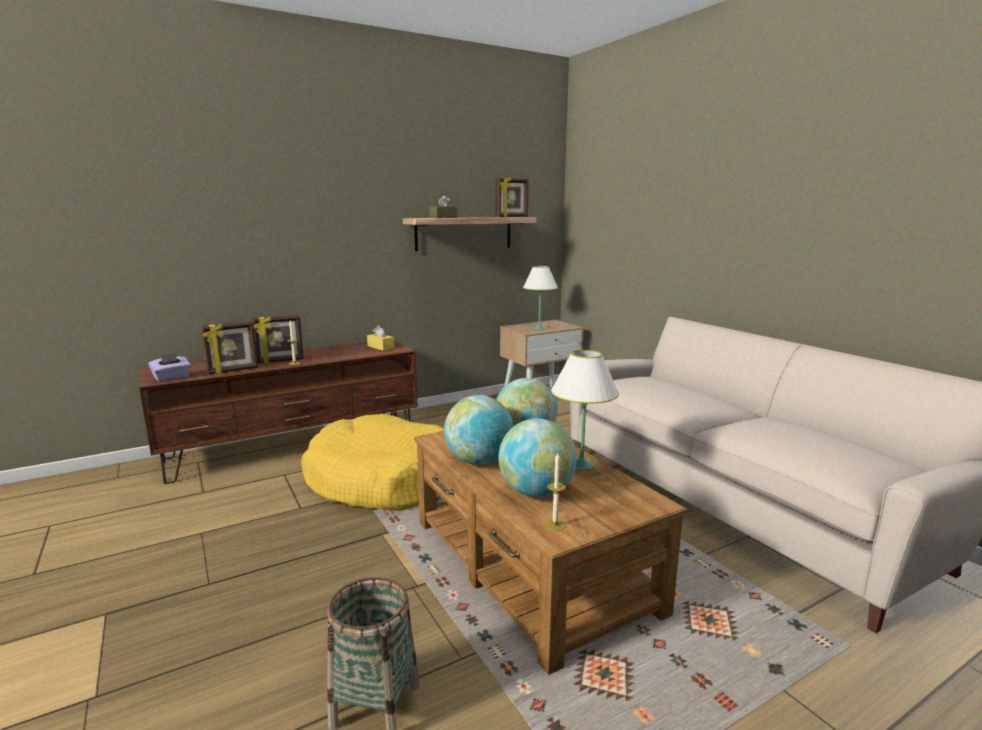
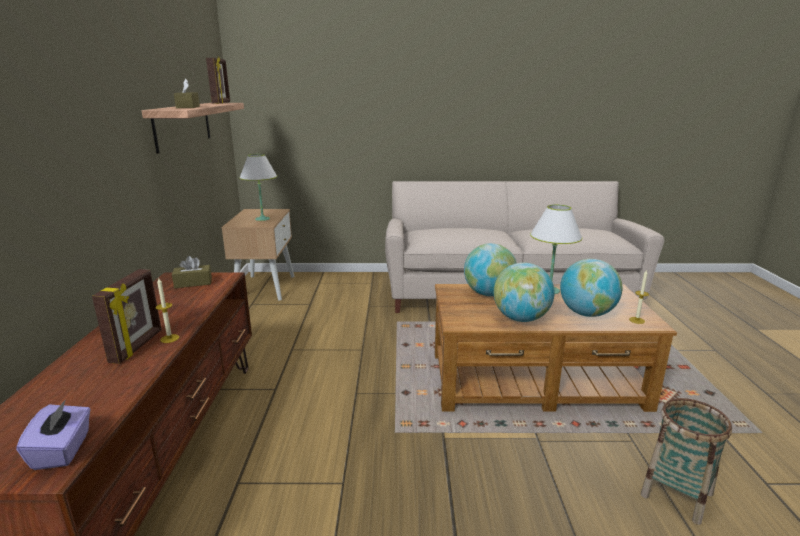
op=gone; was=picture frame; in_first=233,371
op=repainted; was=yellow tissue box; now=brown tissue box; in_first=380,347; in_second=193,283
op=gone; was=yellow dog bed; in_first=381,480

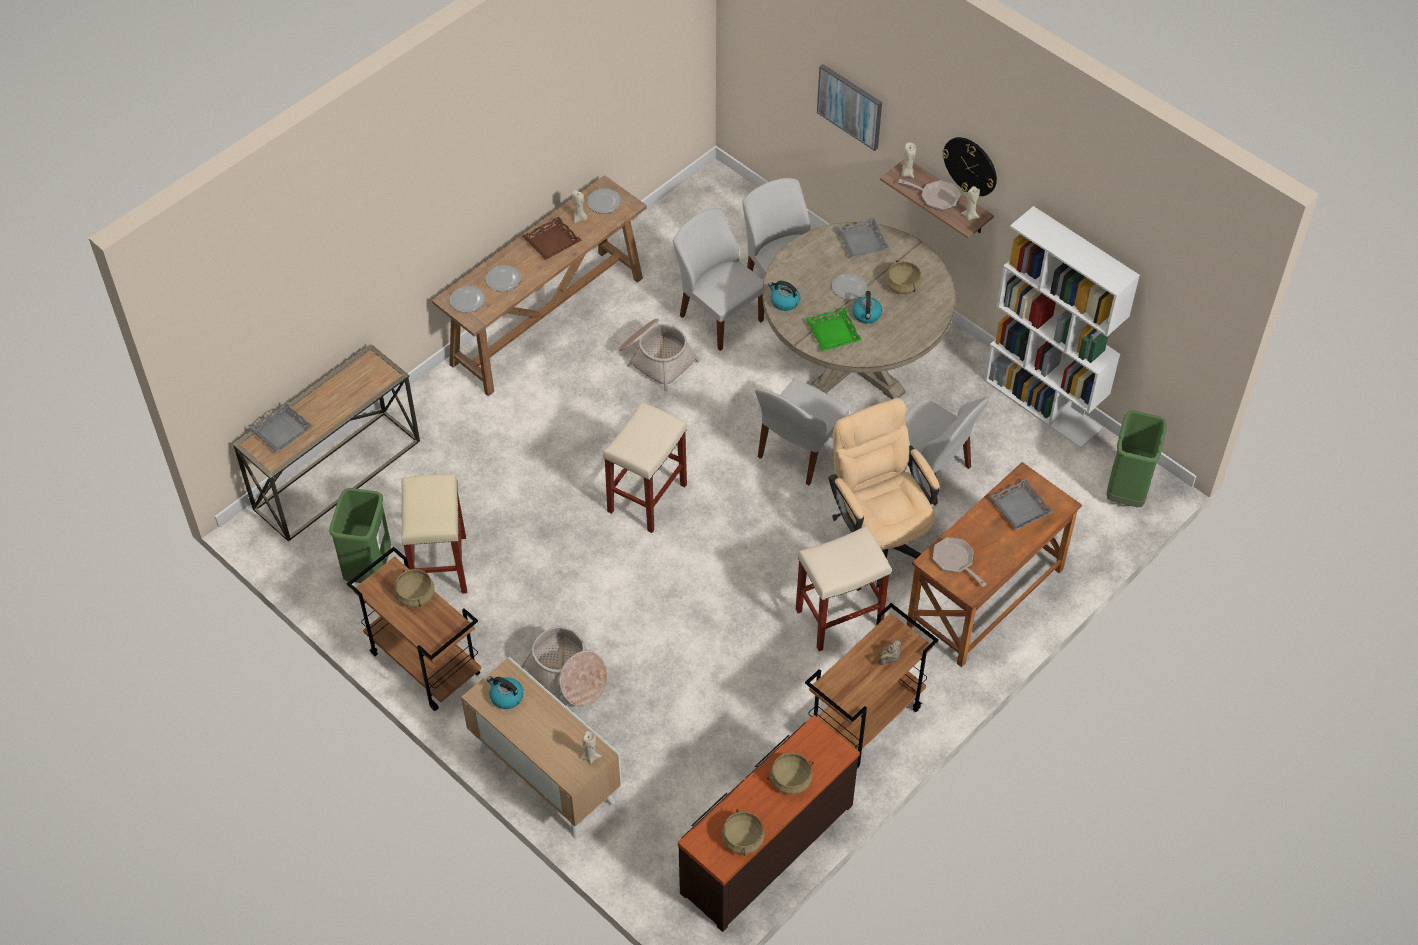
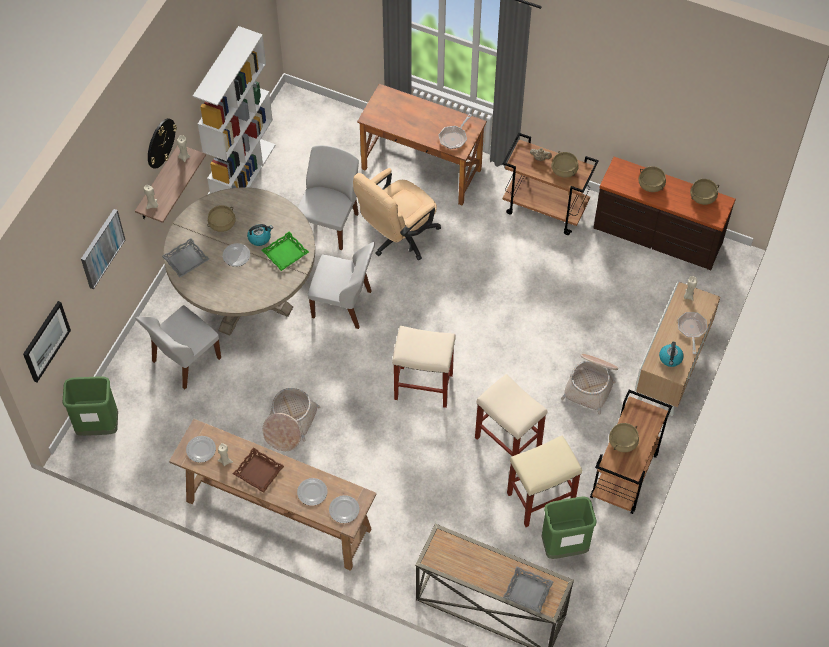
op=shifted; was=frying pan; in_first=936,197; in_second=691,329
op=gone; was=white chair; in_first=720,317
op=gone; was=kettle; in_first=784,301
op=shifted; was=green trash can; in_first=1126,492; in_second=98,426
op=gone; was=grey tray; in_first=1019,507
op=shifted; was=beige stool; in_first=838,619; in_second=509,442
op=new; now=beige cooking pot; in_second=564,170
op=new; now=picture; in_second=45,341

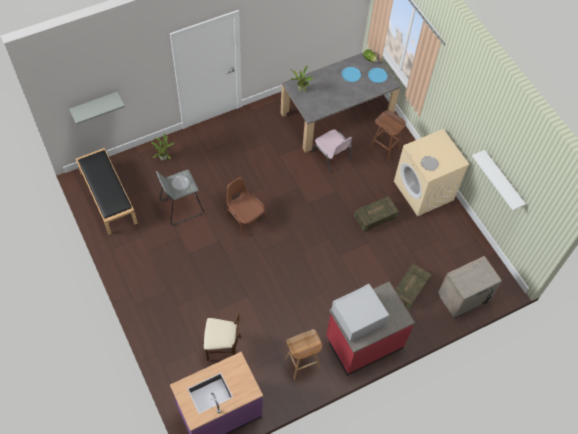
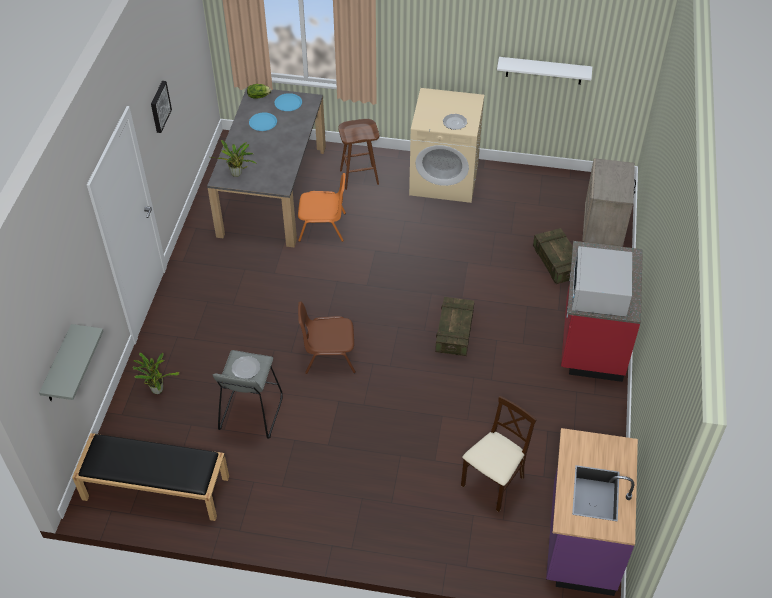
op=repainted; was=pink chair; now=orange chair; in_first=331,156; in_second=323,227
op=shifted; was=crate; in_first=375,217; in_second=454,333
op=gone; was=brown stool; in_first=302,364
op=new; now=picture; in_second=159,106

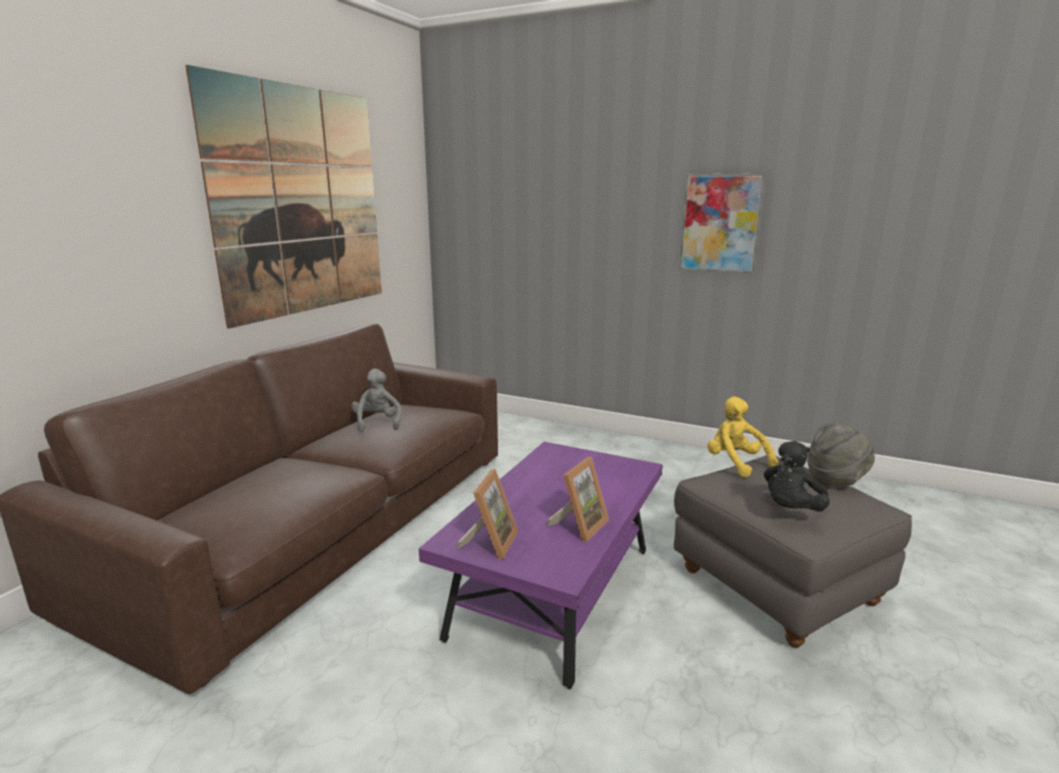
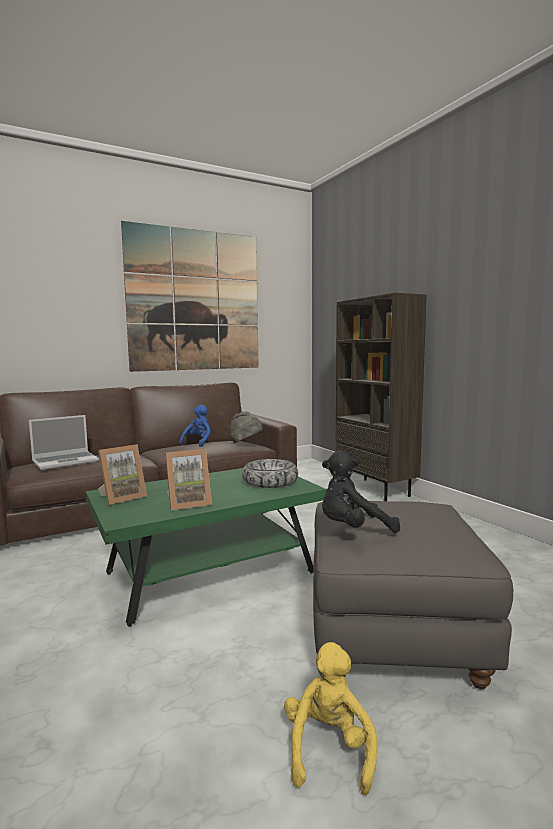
op=gone; was=picture; in_first=720,223
op=repainted; was=grey plush toy; now=blue plush toy; in_first=377,423; in_second=198,443
op=shifted; was=yellow plush toy; in_first=736,463; in_second=328,749
op=shifted; was=grey hat; in_first=836,479; in_second=246,443
op=repainted; was=purple coffee table; now=green coffee table; in_first=554,593; in_second=209,574
op=new; now=brown bookcase; in_second=376,490
op=new; now=laptop; in_second=66,461
op=new; now=bowl; in_second=270,481

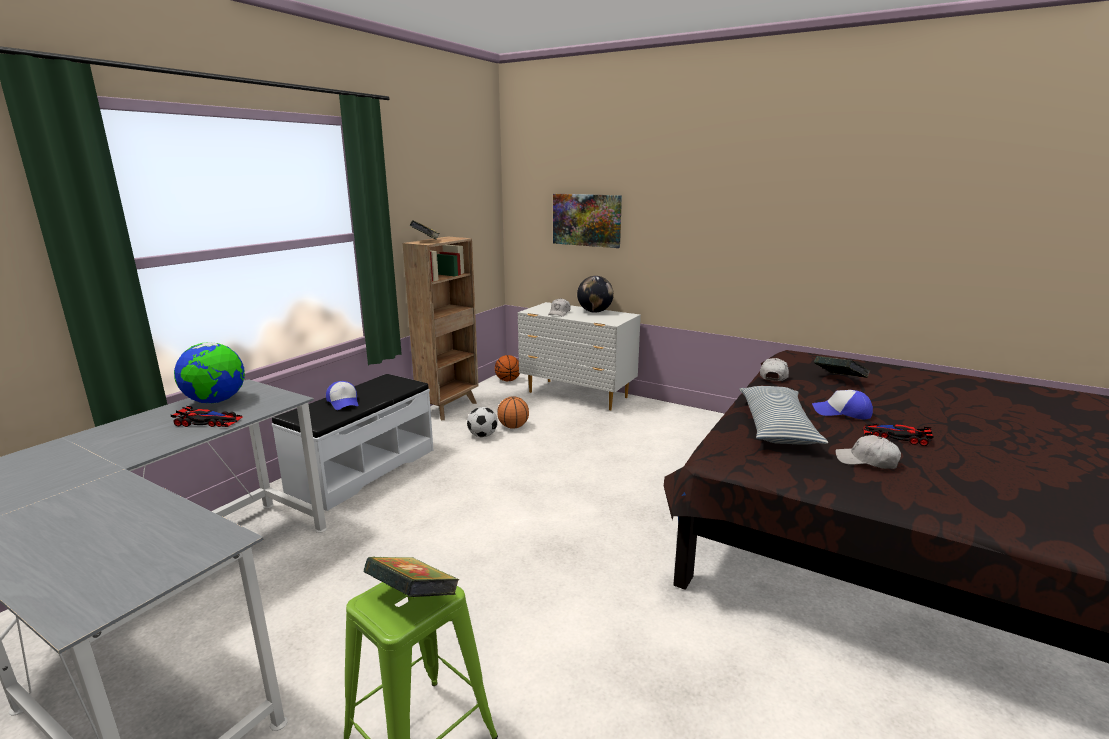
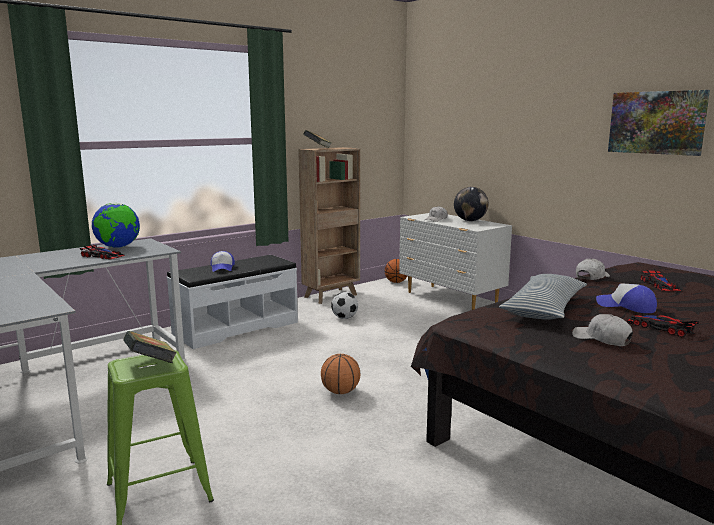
op=shifted; was=picture; in_first=587,220; in_second=656,122
op=swapped; was=book; now=toy car; in_first=839,380; in_second=660,285
op=shifted; was=basketball; in_first=513,427; in_second=340,392

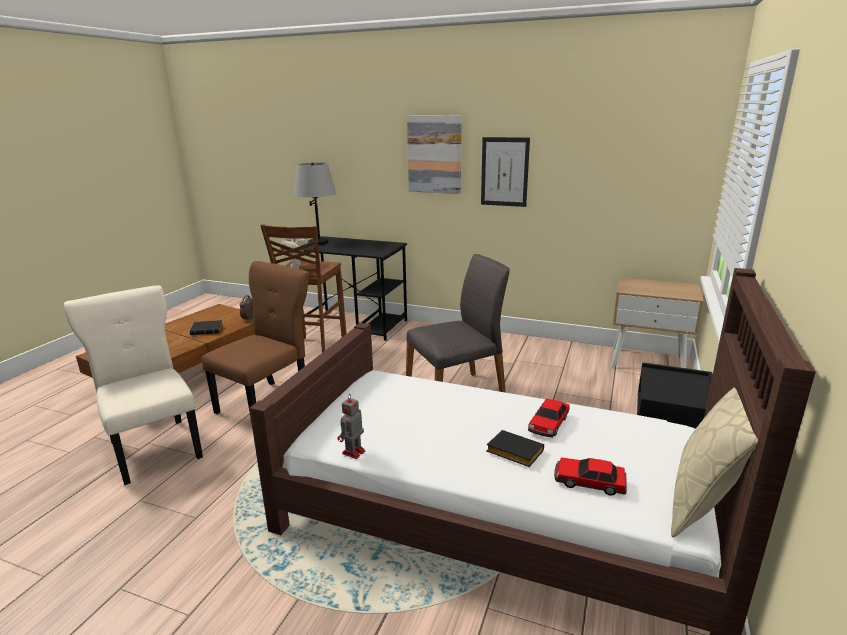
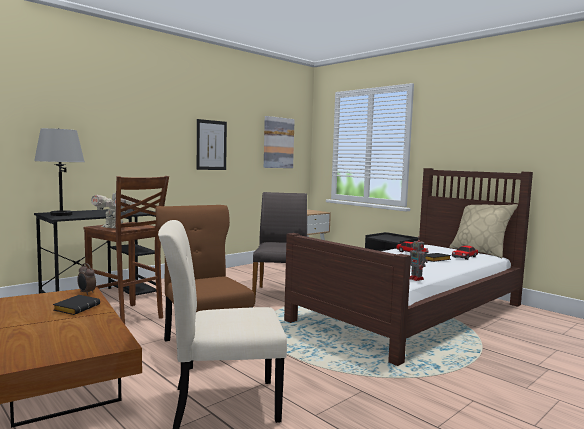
op=shifted; was=picture; in_first=434,154; in_second=278,143

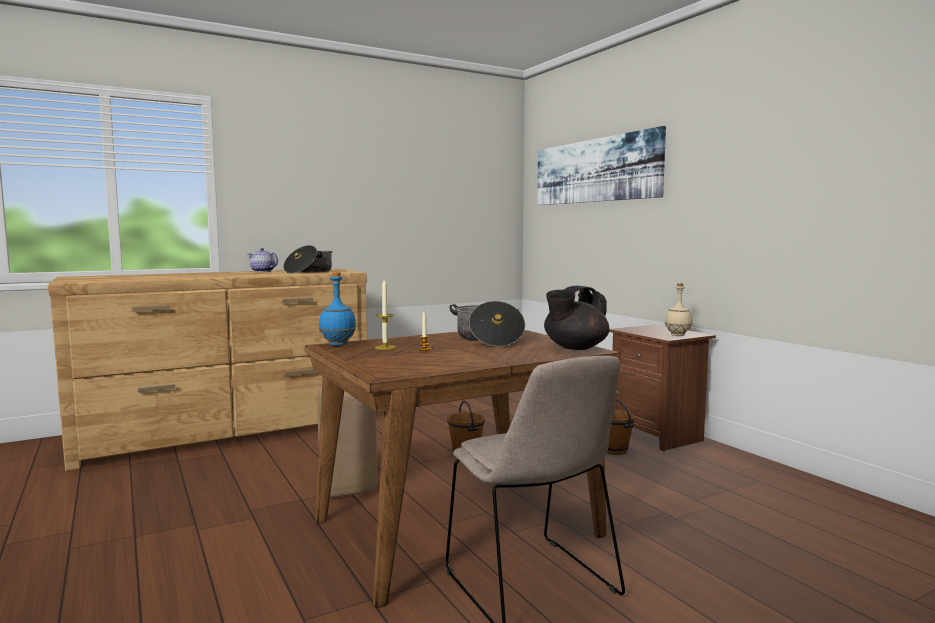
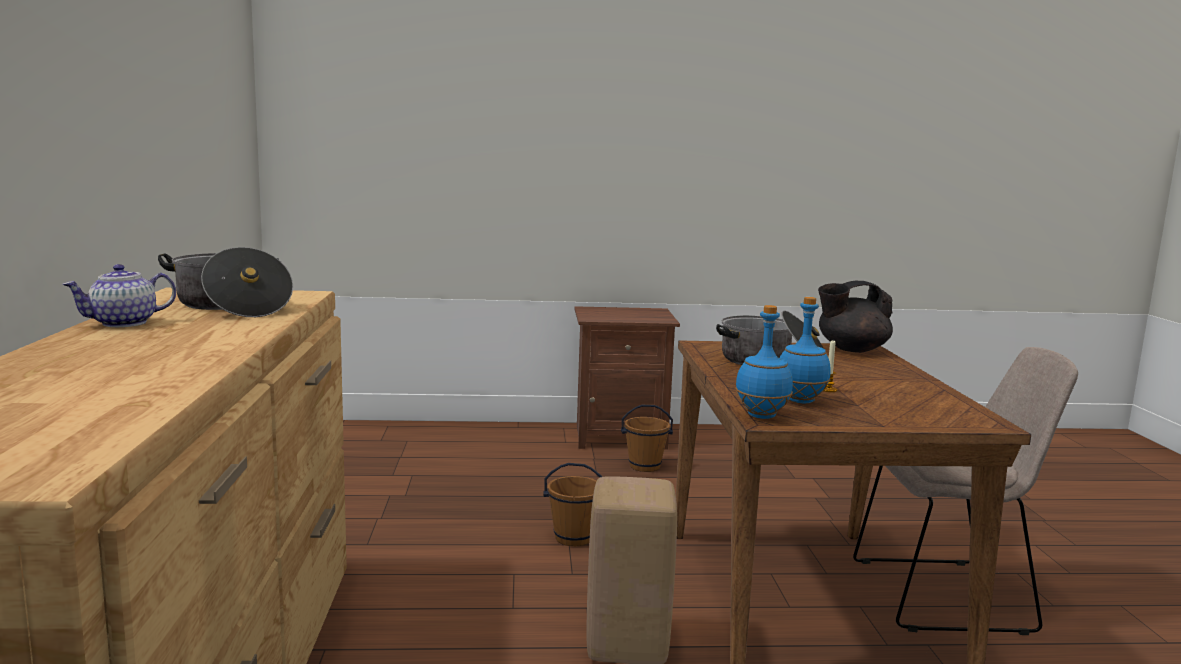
op=gone; was=picture; in_first=594,170
op=swapped; was=candle; now=blue bottle; in_first=385,347; in_second=801,400
op=gone; was=beige bottle; in_first=678,335
op=rotated; was=black teapot; in_first=574,348; in_second=851,349; clockwise=90

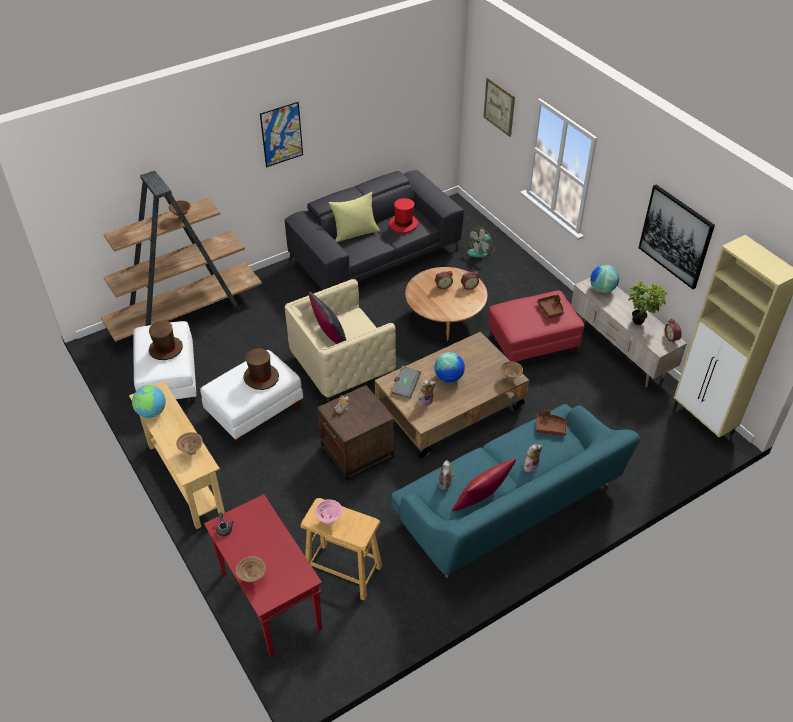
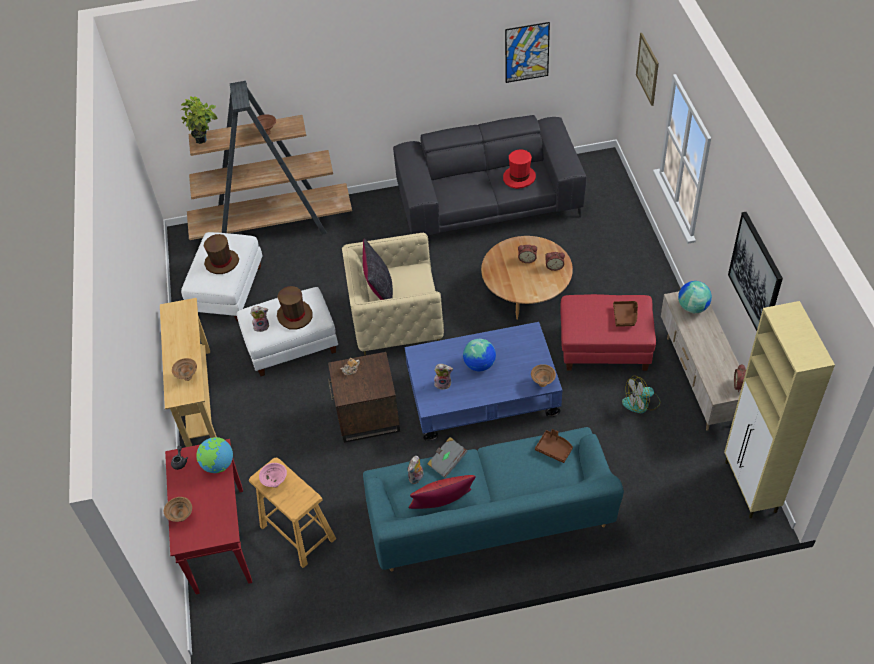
op=shifted; was=picture; in_first=281,134; in_second=527,52
op=gone; was=yellow pillow; in_first=355,233
op=shifted; was=fan; in_first=481,251; in_second=641,403
op=shifted; was=potted plant; in_first=641,321; in_second=204,140
op=repainted; was=brown coffee table; now=blue coffee table; in_first=450,408; in_second=482,395
op=shifted; was=grey book; in_first=405,386; in_second=447,461
op=shifted; was=globe; in_first=151,412; in_second=218,465
op=shifted; was=plush toy; in_first=530,465; in_second=262,326

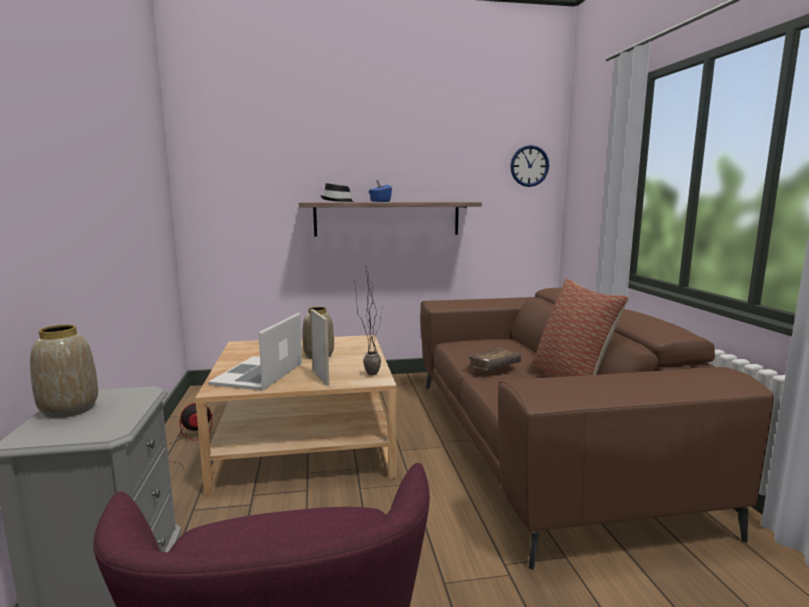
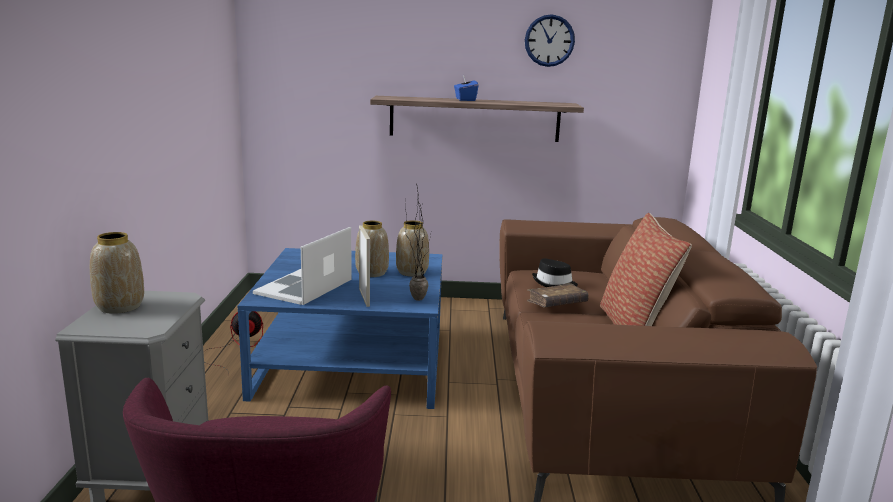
op=shifted; was=wall clock; in_first=529,166; in_second=549,40
op=shifted; was=black hat; in_first=338,202; in_second=554,284
op=repainted; was=beige coffee table; now=blue coffee table; in_first=305,442; in_second=352,362
op=new; now=vase; in_second=411,272

